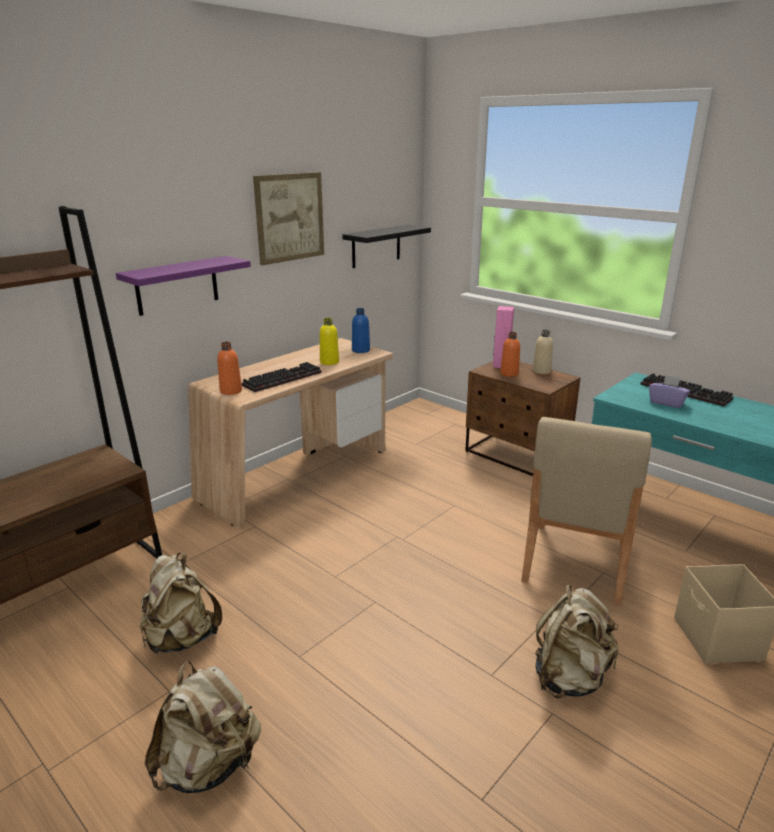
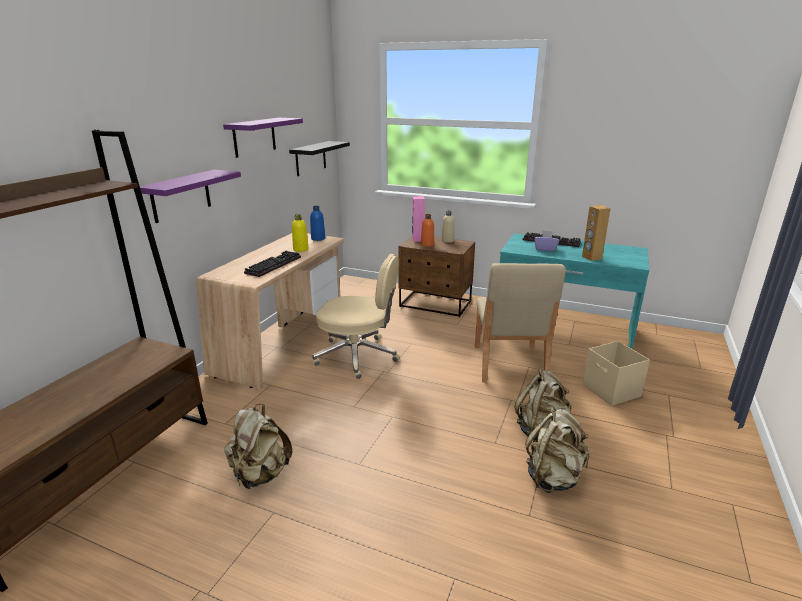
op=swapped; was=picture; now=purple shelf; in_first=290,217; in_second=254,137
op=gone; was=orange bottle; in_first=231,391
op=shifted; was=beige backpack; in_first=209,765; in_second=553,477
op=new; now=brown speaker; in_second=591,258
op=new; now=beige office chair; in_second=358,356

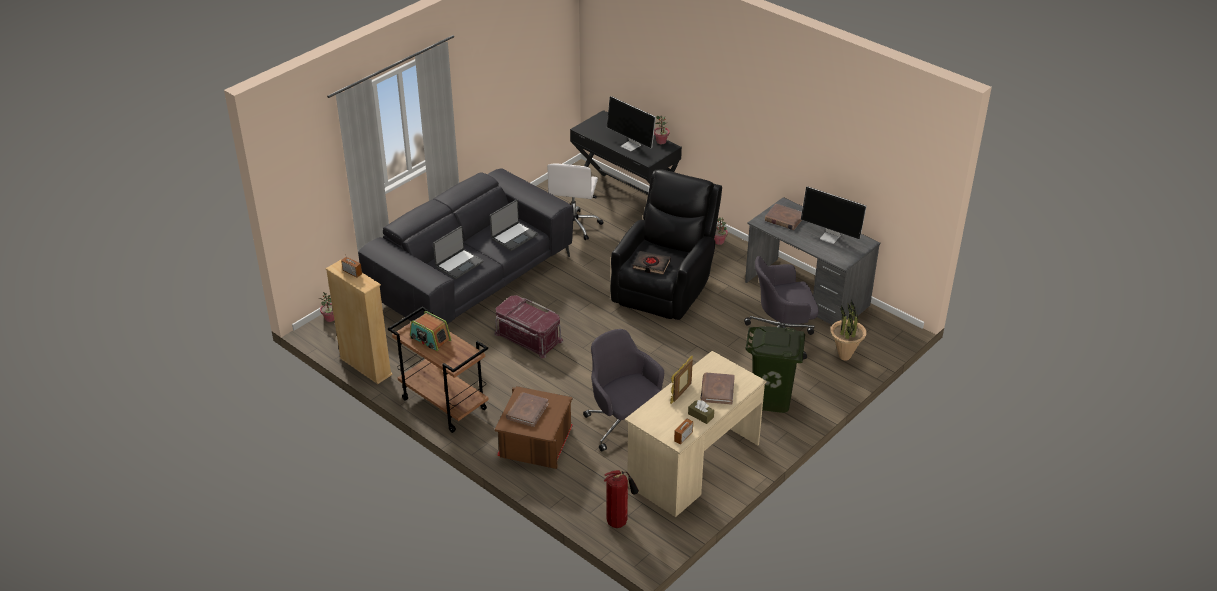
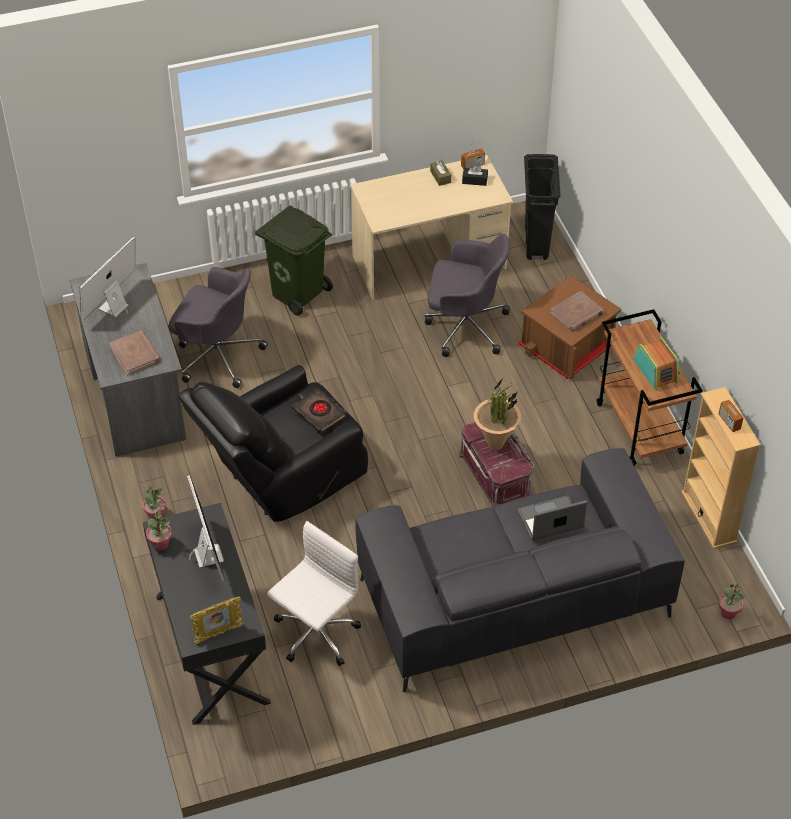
op=rotated; was=monitor; in_first=830,237; in_second=113,307; clockwise=-120
op=gone; was=laptop; in_first=514,237
op=shifted; was=potted plant; in_first=845,357; in_second=495,444
op=rotated; was=grey office chair; in_first=624,426; in_second=464,326; clockwise=-75
op=shifted; was=picture frame; in_first=681,393; in_second=218,633
op=gone; was=brown book; in_first=717,390
op=swapped; was=fire extinguisher; now=black trash can; in_first=619,521; in_second=536,243
op=new; now=black tissue box; in_second=474,180

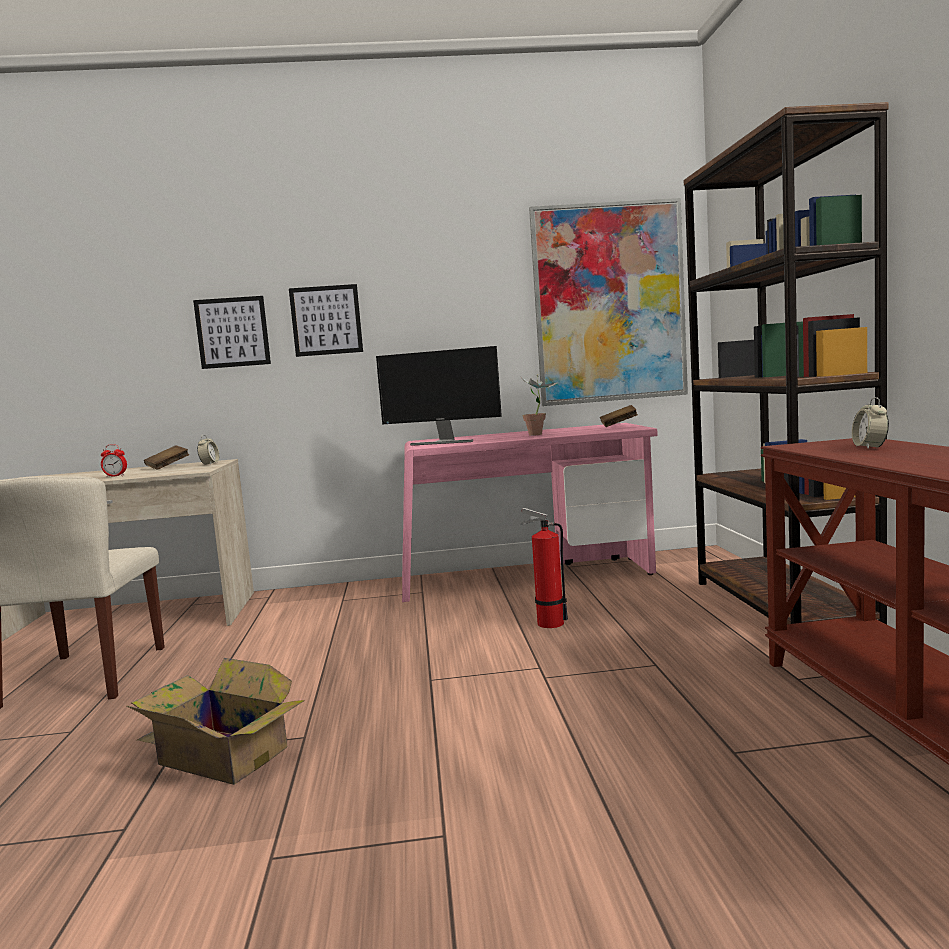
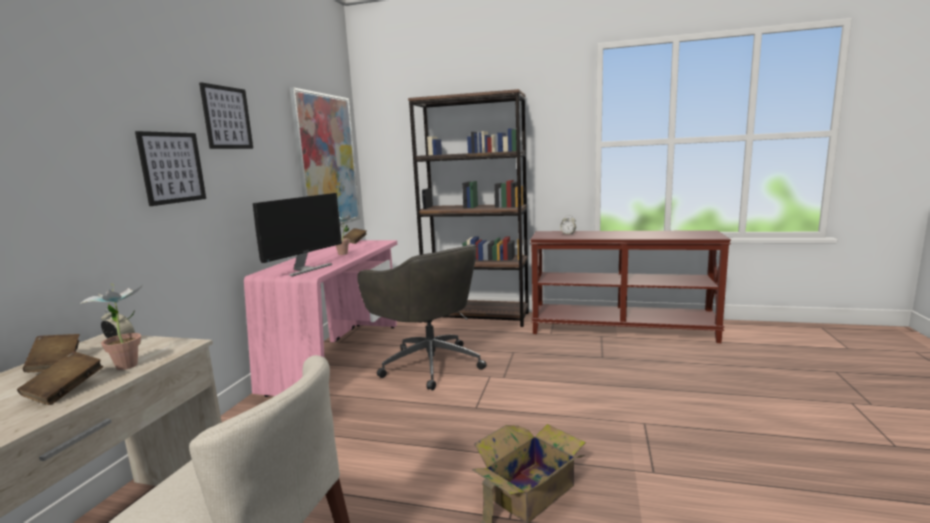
op=shifted; was=picture; in_first=232,332; in_second=227,118
op=swapped; was=alarm clock; now=brown book; in_first=115,476; in_second=65,391
op=swapped; was=fire extinguisher; now=grey office chair; in_first=547,623; in_second=429,364
op=new; now=potted plant; in_second=128,363

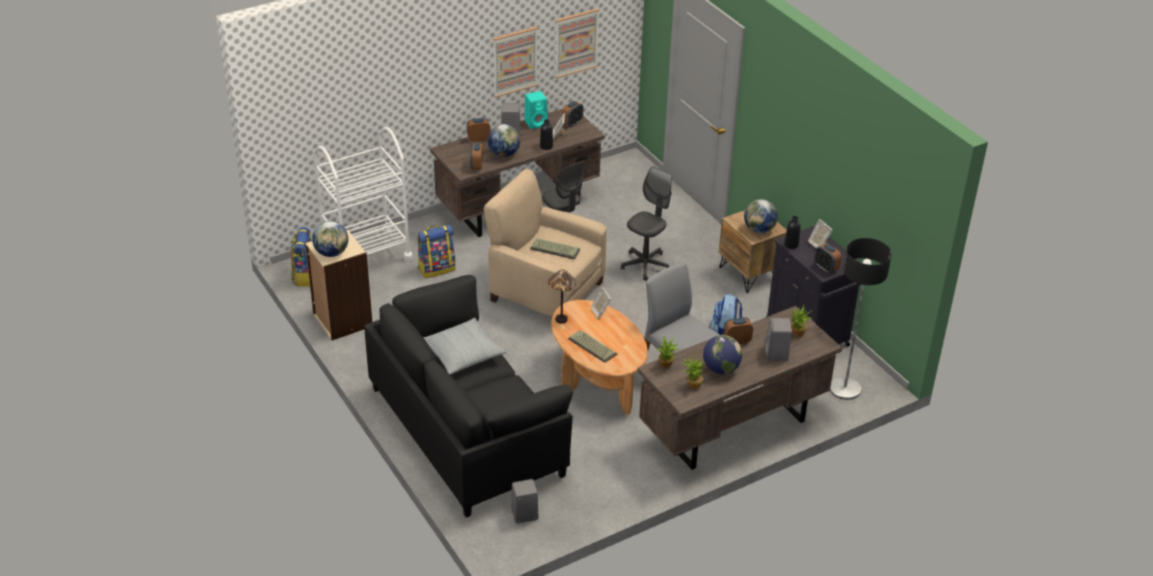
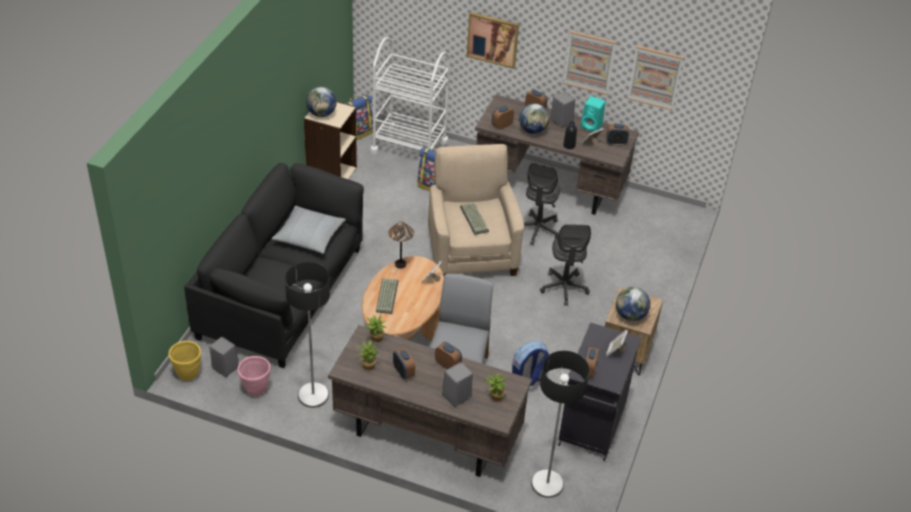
op=rotated; was=grey office chair; in_first=645,265; in_second=564,288; clockwise=90
op=gone; was=black bottle; in_first=791,244
op=swapped; was=globe; now=alarm clock; in_first=721,369; in_second=403,372
op=new; now=picture; in_second=492,39
op=new; now=floor lamp; in_second=313,395
op=new; now=yellow planter; in_second=188,374
op=new; now=pink planter; in_second=256,389

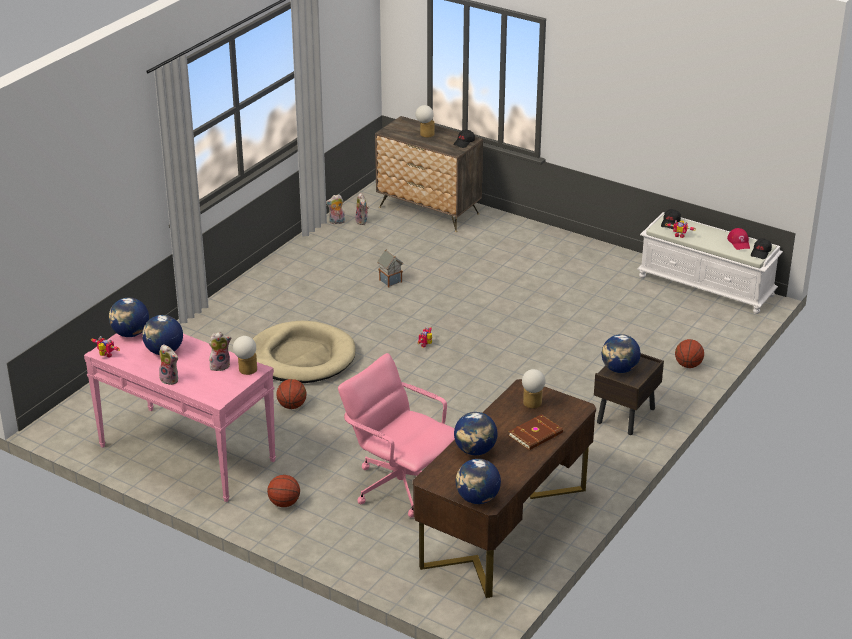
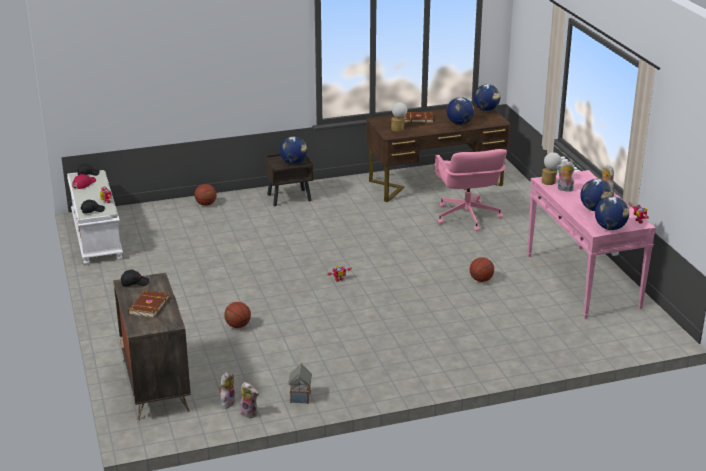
op=swapped; was=table lamp; now=brown book; in_first=425,134; in_second=148,306
op=shifted; was=toy house; in_first=390,281; in_second=300,398
op=gone; was=beige dog bed; in_first=301,357
op=shifted; was=basketball; in_first=284,503; in_second=238,326

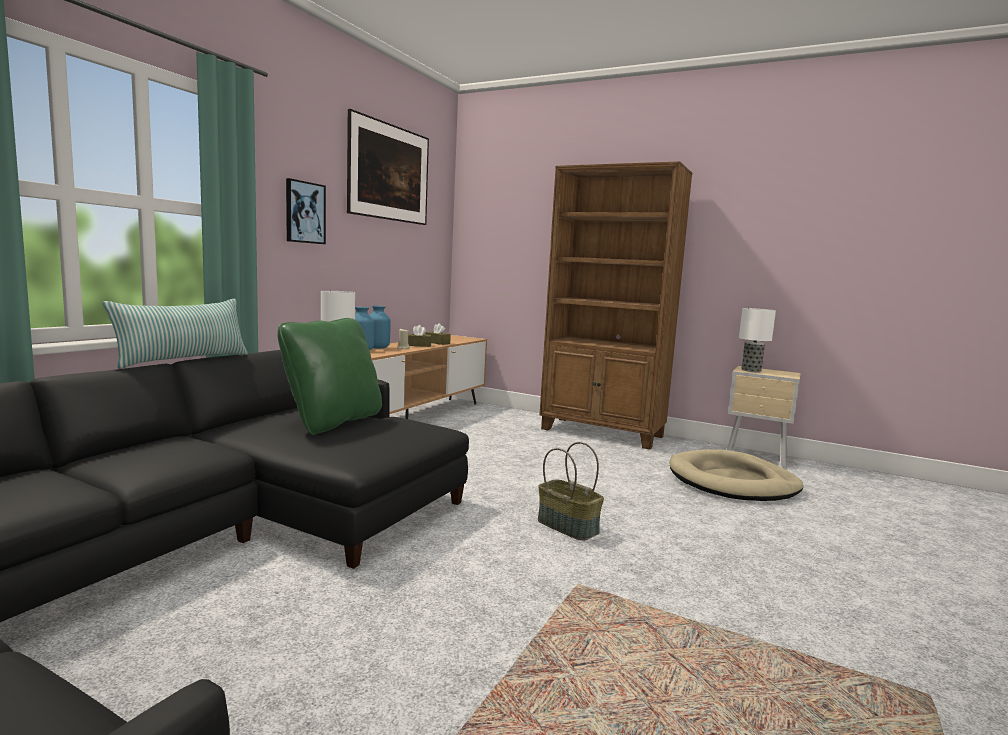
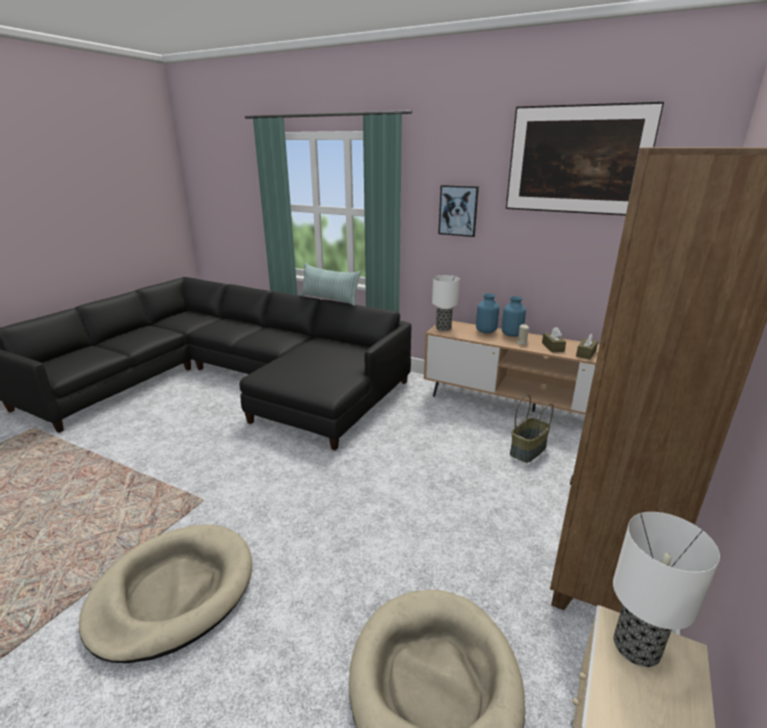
op=gone; was=green pillow; in_first=333,421
op=shifted; was=basket; in_first=568,526; in_second=528,451
op=new; now=beige dog bed; in_second=173,592

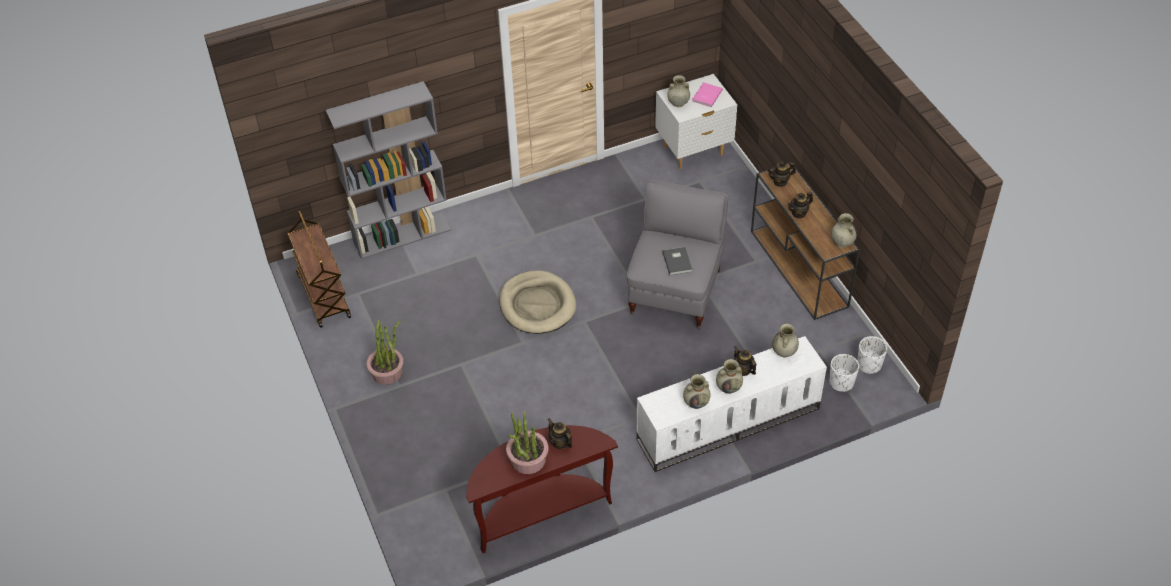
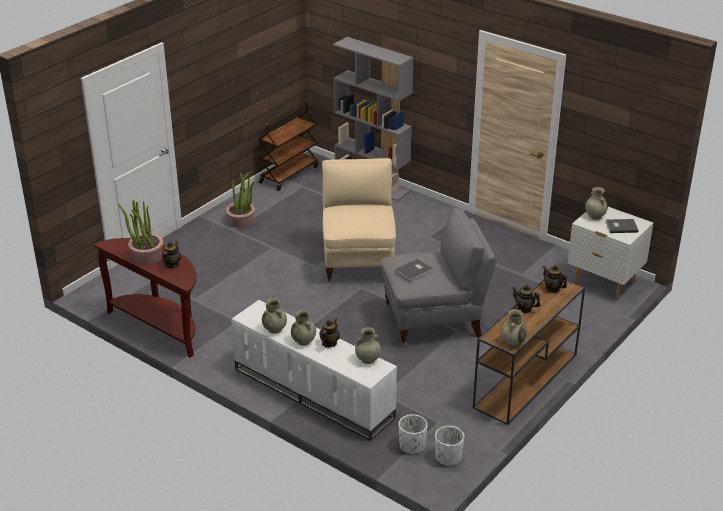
op=repainted; was=pink book; now=grey book; in_first=706,96; in_second=621,226
op=swapped; was=beige dog bed; now=beige armchair; in_first=537,305; in_second=358,261

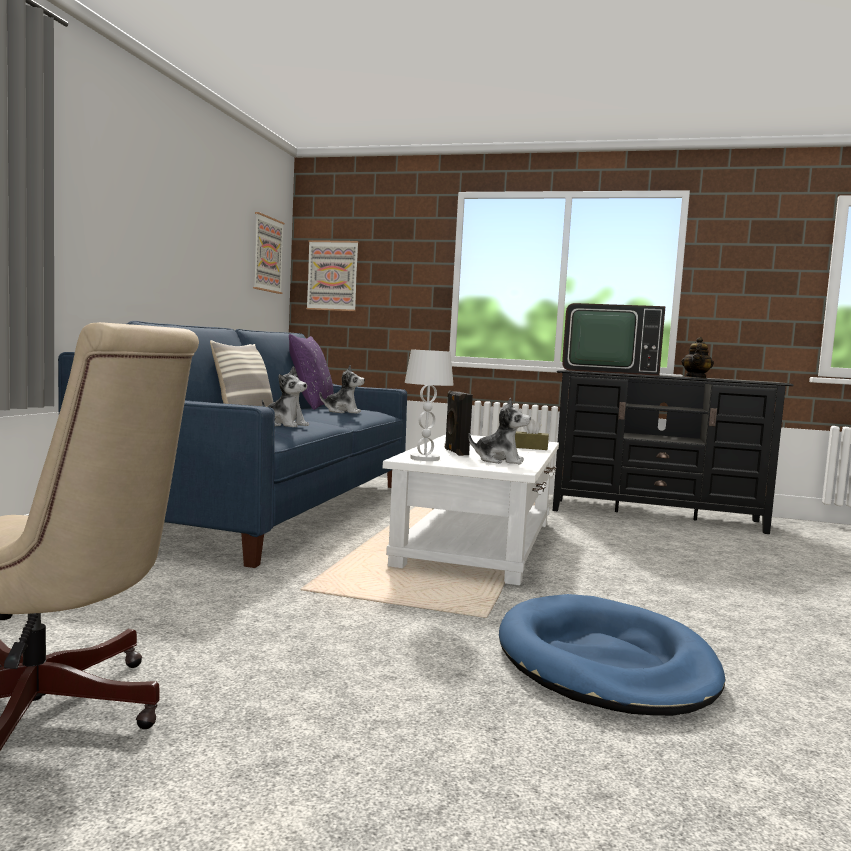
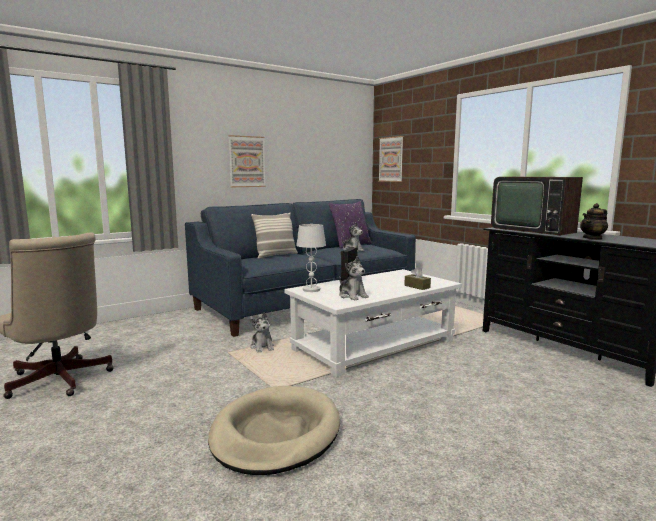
op=shifted; was=picture; in_first=267,254; in_second=247,161
op=shifted; was=plush toy; in_first=285,425; in_second=262,347
op=repainted; was=blue dog bed; now=beige dog bed; in_first=605,663; in_second=275,433

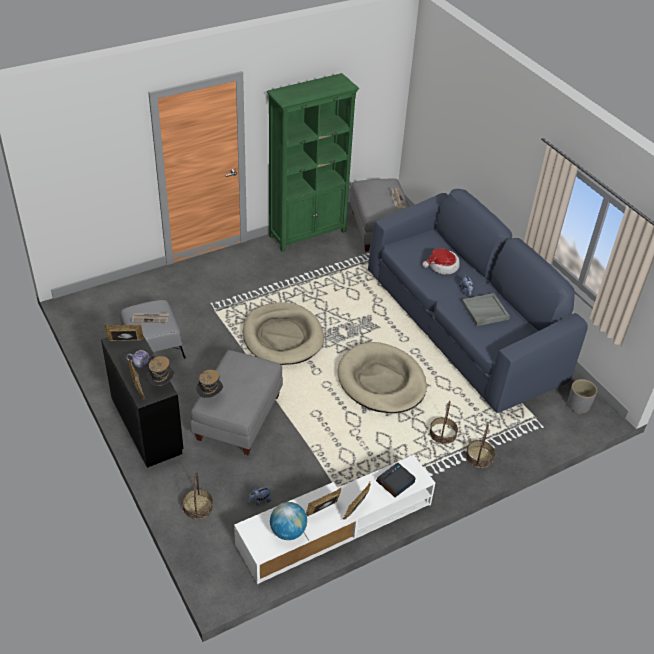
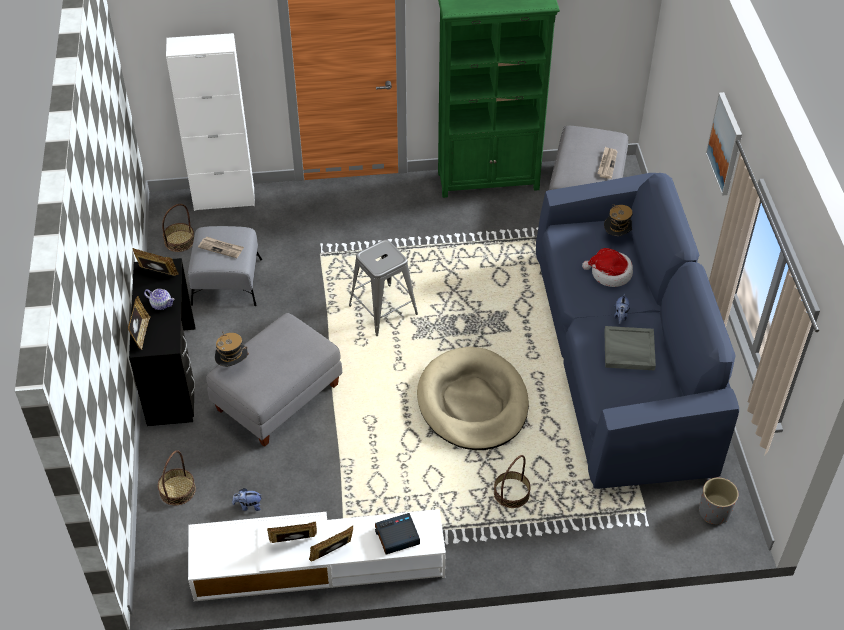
op=swapped; was=beige dog bed; now=grey stool; in_first=282,337; in_second=383,310
op=shifted; was=hat; in_first=161,385; in_second=617,236
op=shifted; was=basket; in_first=479,457; in_second=179,241
op=gone; was=globe; in_first=288,531
op=new; now=white cabinet; in_second=224,199
op=new; now=picture; in_second=725,144

